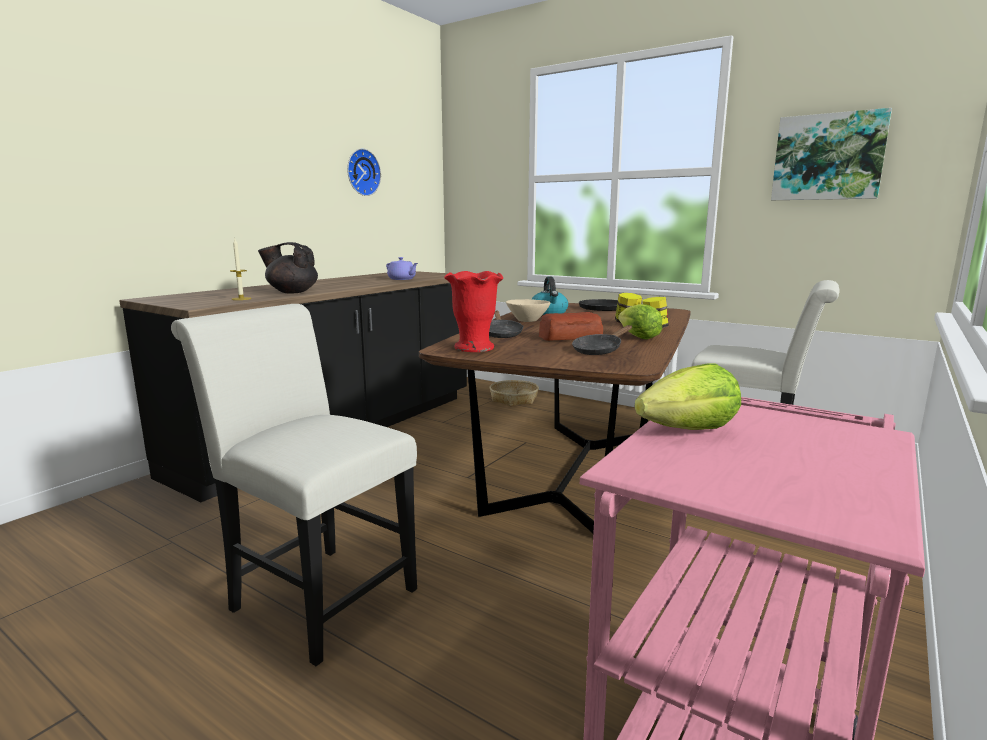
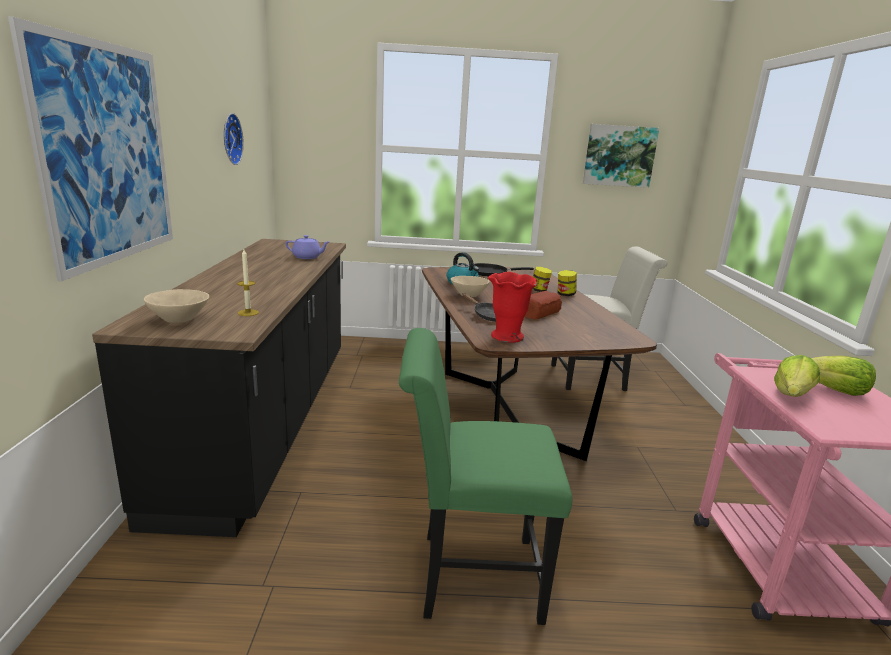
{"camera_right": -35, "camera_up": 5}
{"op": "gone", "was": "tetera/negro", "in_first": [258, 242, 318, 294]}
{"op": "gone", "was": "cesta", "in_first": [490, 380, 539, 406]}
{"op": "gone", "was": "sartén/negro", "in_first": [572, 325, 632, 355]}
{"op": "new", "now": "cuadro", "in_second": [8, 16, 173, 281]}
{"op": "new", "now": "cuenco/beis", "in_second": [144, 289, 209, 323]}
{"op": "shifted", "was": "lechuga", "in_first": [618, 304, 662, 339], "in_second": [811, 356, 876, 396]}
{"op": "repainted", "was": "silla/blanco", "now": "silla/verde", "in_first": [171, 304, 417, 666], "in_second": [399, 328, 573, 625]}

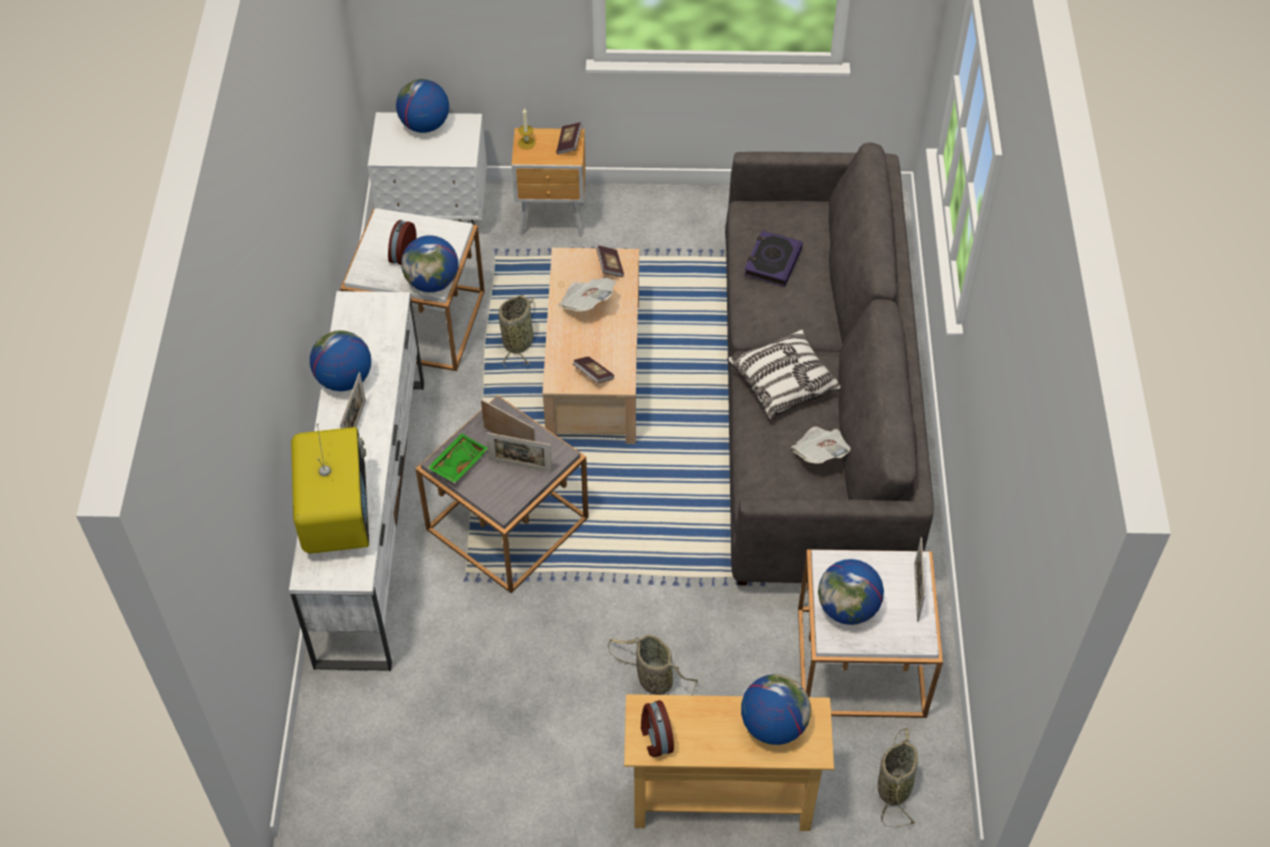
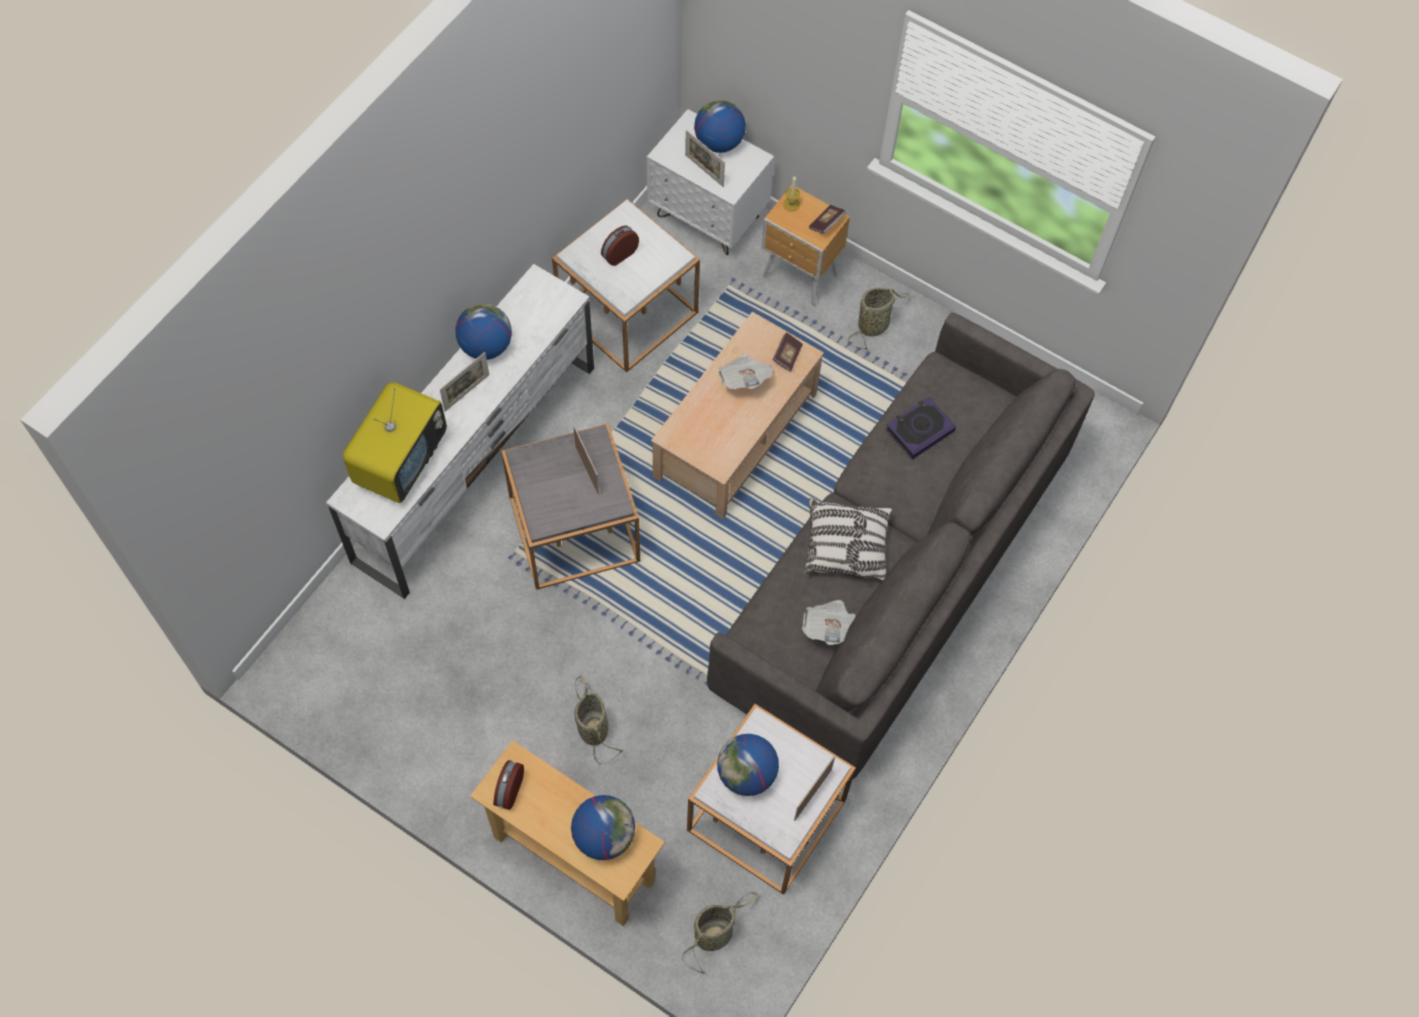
{"camera_right": 30, "camera_up": 10}
{"op": "gone", "was": "globo terráqueo", "in_first": [401, 235, 458, 292]}
{"op": "gone", "was": "bandeja/verde", "in_first": [427, 433, 488, 483]}
{"op": "gone", "was": "libro", "in_first": [573, 357, 614, 383]}
{"op": "shifted", "was": "portarretratos", "in_first": [486, 432, 552, 472], "in_second": [685, 130, 725, 187]}
{"op": "shifted", "was": "cesta", "in_first": [499, 295, 534, 368], "in_second": [848, 288, 910, 350]}

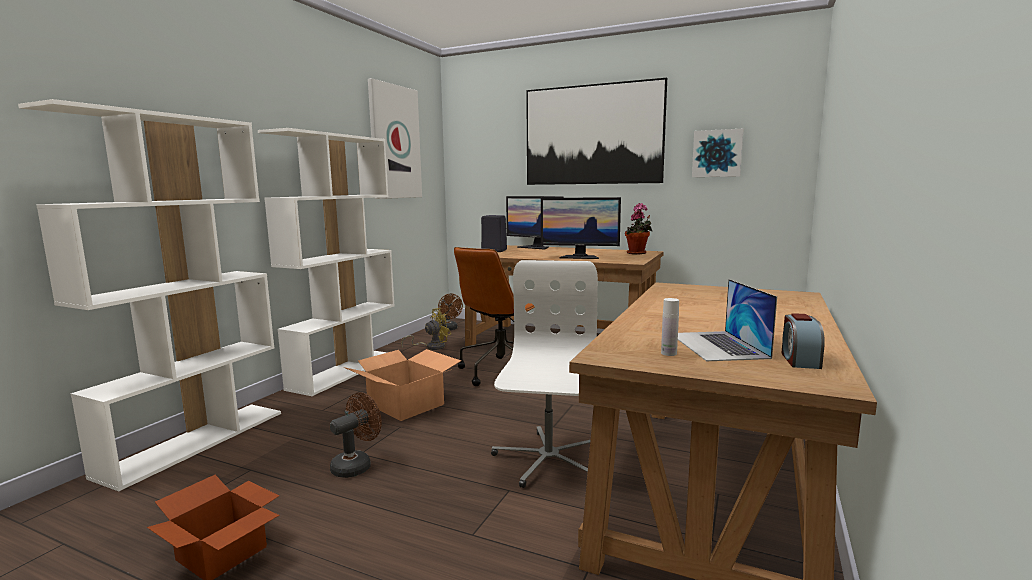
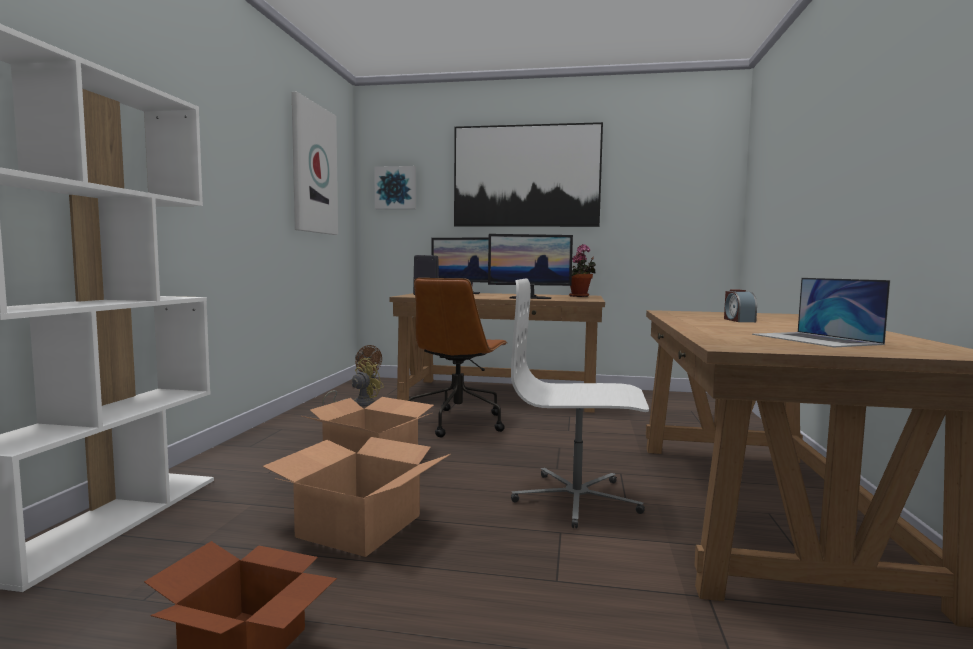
{"camera_right": -15, "camera_up": -5}
{"op": "gone", "was": "estantería/blanco", "in_first": [258, 128, 395, 396]}
{"op": "gone", "was": "botella/blanco", "in_first": [661, 298, 679, 356]}
{"op": "shifted", "was": "cuadro", "in_first": [692, 129, 744, 177], "in_second": [374, 166, 416, 209]}
{"op": "shifted", "was": "despertador", "in_first": [782, 313, 825, 369], "in_second": [724, 289, 757, 322]}
{"op": "swapped", "was": "ventilador/marrón", "now": "caja de cartón", "in_first": [330, 392, 382, 478], "in_second": [263, 437, 451, 557]}
{"op": "rotated", "was": "silla de oficina/blanco", "in_first": [491, 260, 598, 488], "in_second": [511, 278, 649, 529], "clockwise": -75}

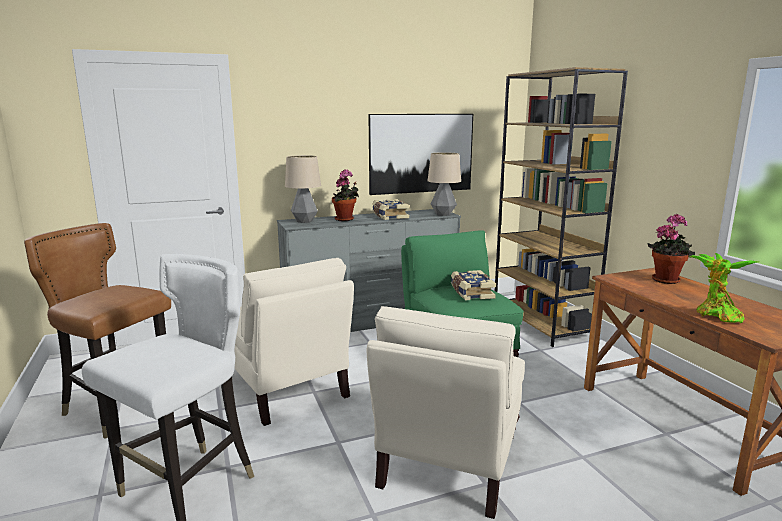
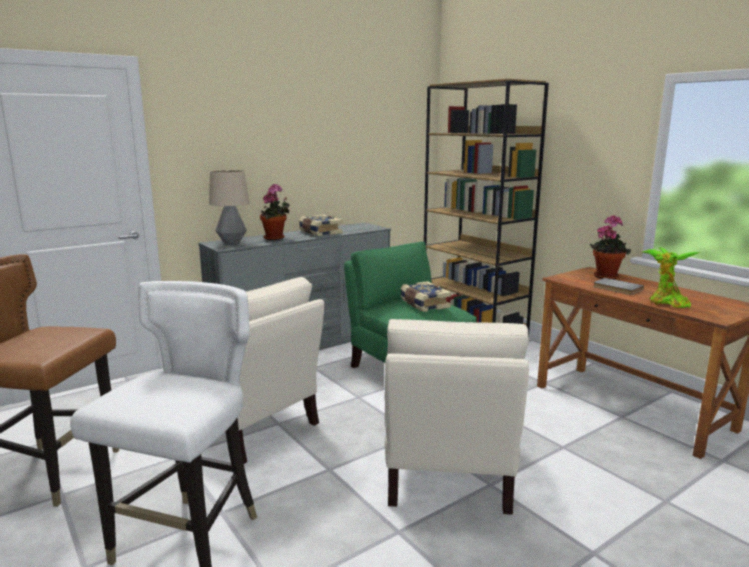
{"camera_right": -15, "camera_up": 0}
{"op": "gone", "was": "cuadro", "in_first": [368, 114, 473, 195]}
{"op": "gone", "was": "lámpara de mesa", "in_first": [428, 152, 461, 216]}
{"op": "new", "now": "libro/gris", "in_second": [593, 278, 644, 295]}

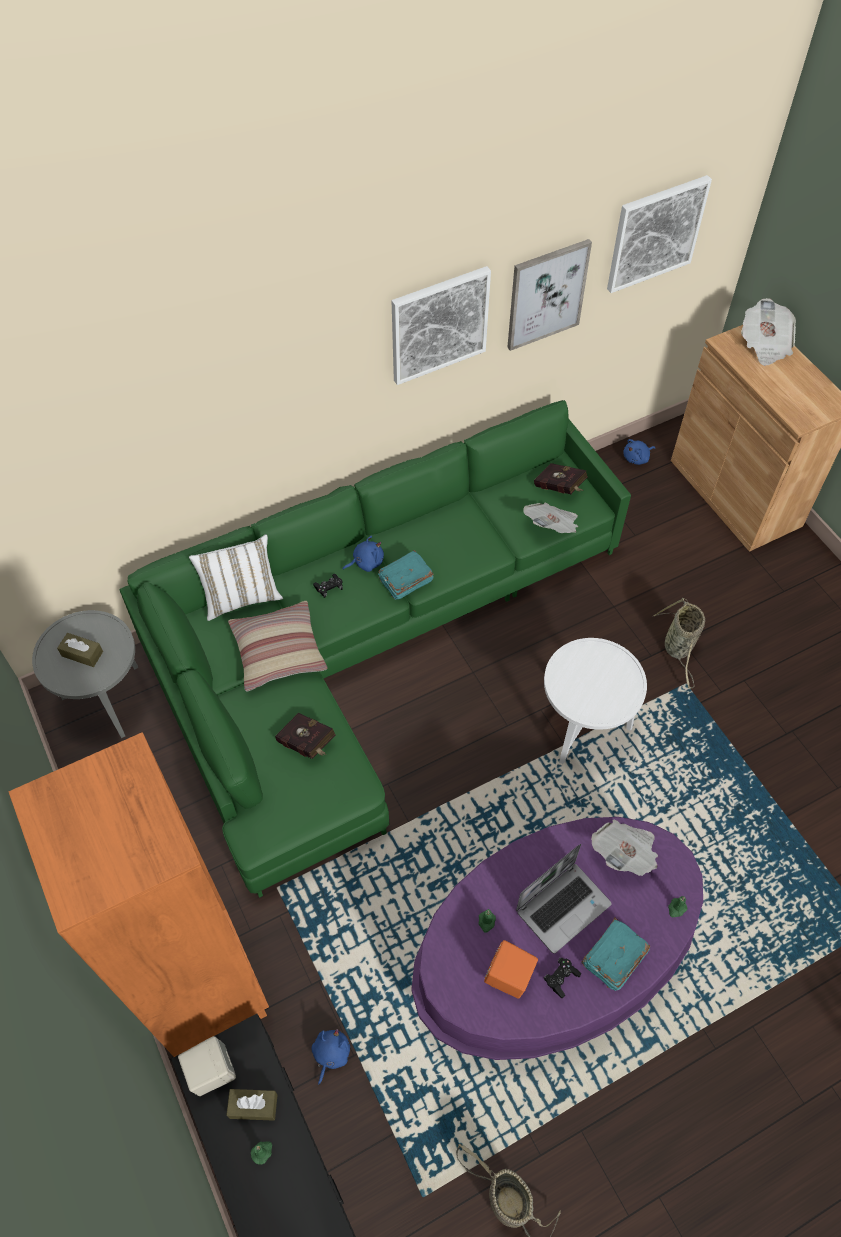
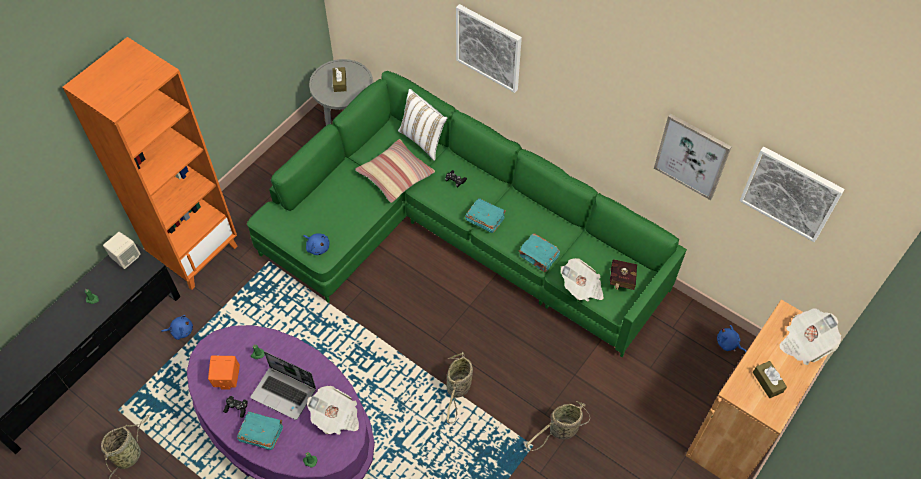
{"camera_right": 65, "camera_up": 0}
{"op": "gone", "was": "libro/rojo", "in_first": [275, 713, 336, 759]}
{"op": "new", "now": "libro/turquesa", "in_second": [518, 234, 560, 272]}
{"op": "shifted", "was": "caja de pañuelos/marrón", "in_first": [226, 1089, 278, 1121], "in_second": [753, 361, 787, 398]}
{"op": "shifted", "was": "peluche/azul", "in_first": [343, 536, 384, 572], "in_second": [303, 233, 330, 255]}
{"op": "shifted", "was": "cuadro", "in_first": [392, 266, 491, 385], "in_second": [456, 4, 522, 93]}
{"op": "swapped", "was": "mesa auxiliar/blanco", "now": "cesta", "in_first": [544, 638, 647, 764], "in_second": [447, 352, 473, 424]}

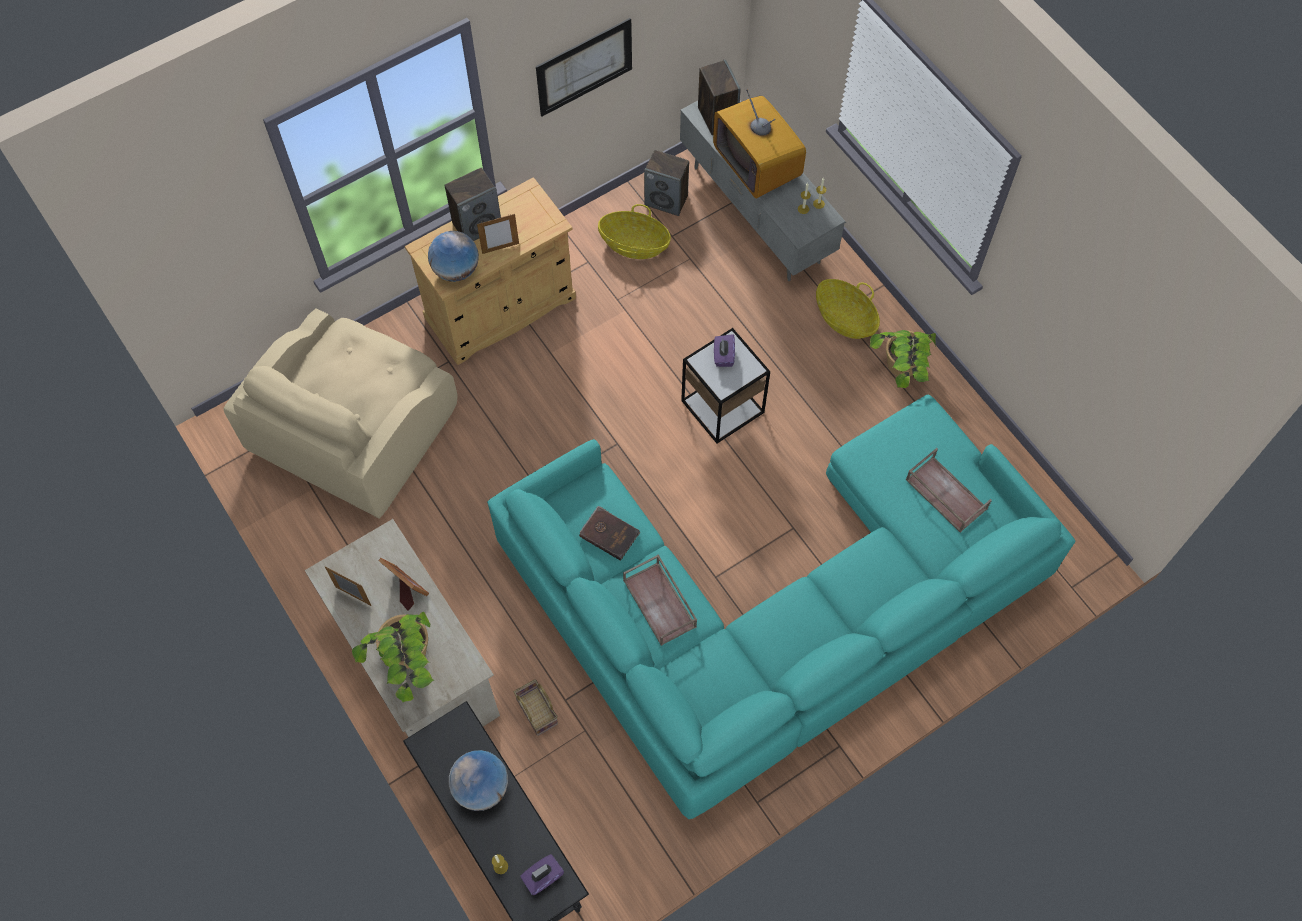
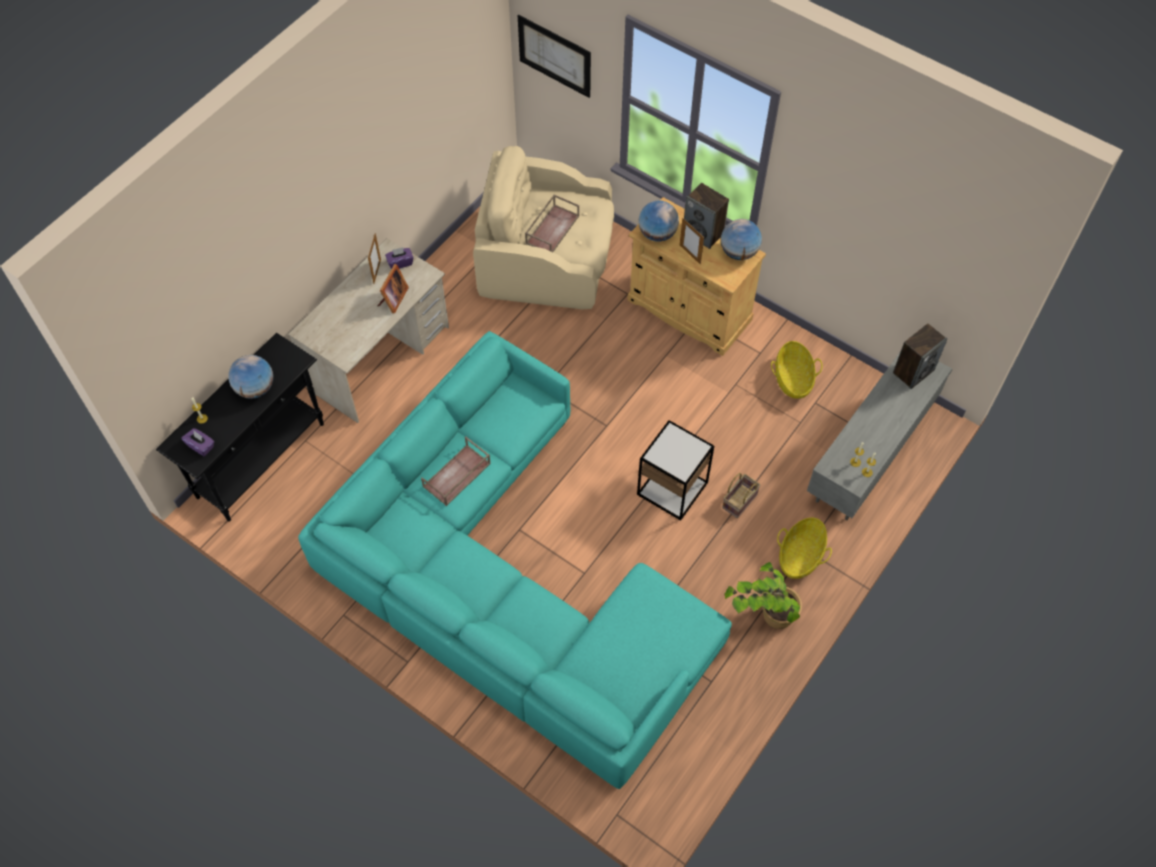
{"camera_right": 70, "camera_up": -5}
{"op": "gone", "was": "planta en maceta", "in_first": [352, 612, 434, 702]}
{"op": "gone", "was": "libro/marrón", "in_first": [579, 506, 640, 561]}
{"op": "gone", "was": "altavoz", "in_first": [644, 150, 689, 216]}
{"op": "gone", "was": "televisor", "in_first": [713, 89, 806, 198]}
{"op": "new", "now": "globo terráqueo", "in_second": [721, 219, 762, 260]}
{"op": "shifted", "was": "cesta", "in_first": [514, 679, 558, 736], "in_second": [722, 473, 760, 518]}
{"op": "shifted", "was": "cuadro", "in_first": [536, 18, 632, 116], "in_second": [518, 15, 591, 98]}
{"op": "shifted", "was": "caja de pañuelos/morado", "in_first": [714, 334, 735, 367], "in_second": [385, 247, 414, 269]}
{"op": "shifted", "was": "bandeja/marrón", "in_first": [905, 448, 992, 533], "in_second": [525, 194, 579, 252]}

